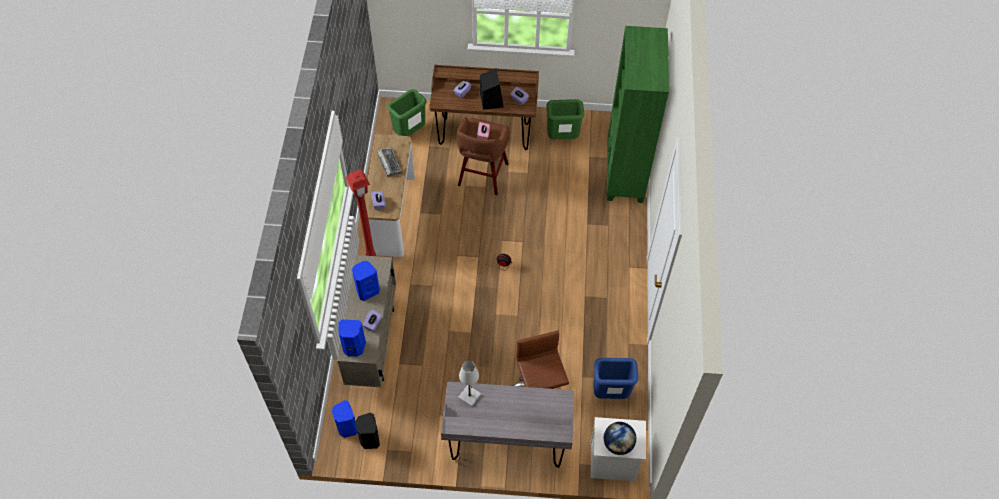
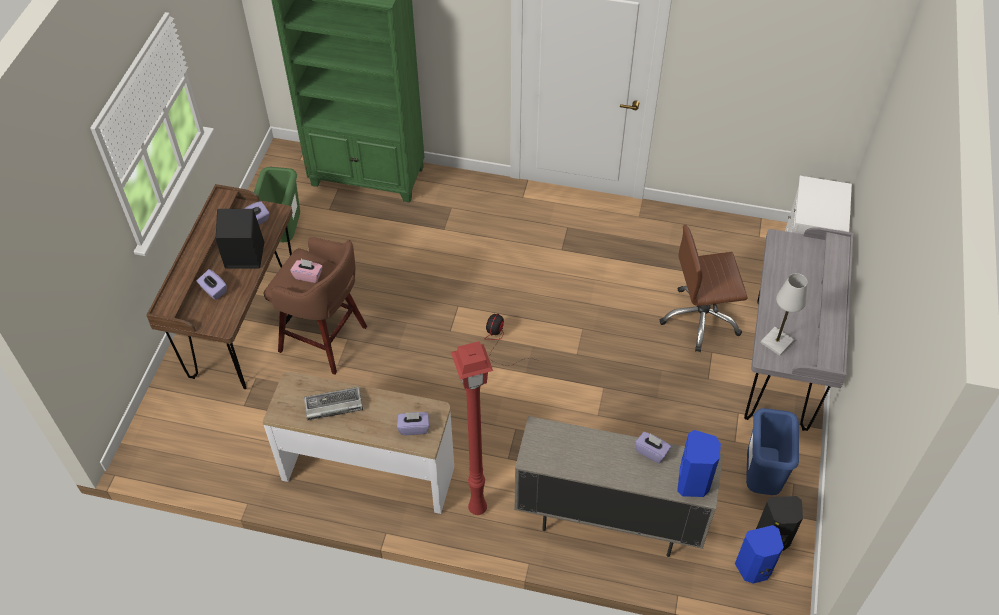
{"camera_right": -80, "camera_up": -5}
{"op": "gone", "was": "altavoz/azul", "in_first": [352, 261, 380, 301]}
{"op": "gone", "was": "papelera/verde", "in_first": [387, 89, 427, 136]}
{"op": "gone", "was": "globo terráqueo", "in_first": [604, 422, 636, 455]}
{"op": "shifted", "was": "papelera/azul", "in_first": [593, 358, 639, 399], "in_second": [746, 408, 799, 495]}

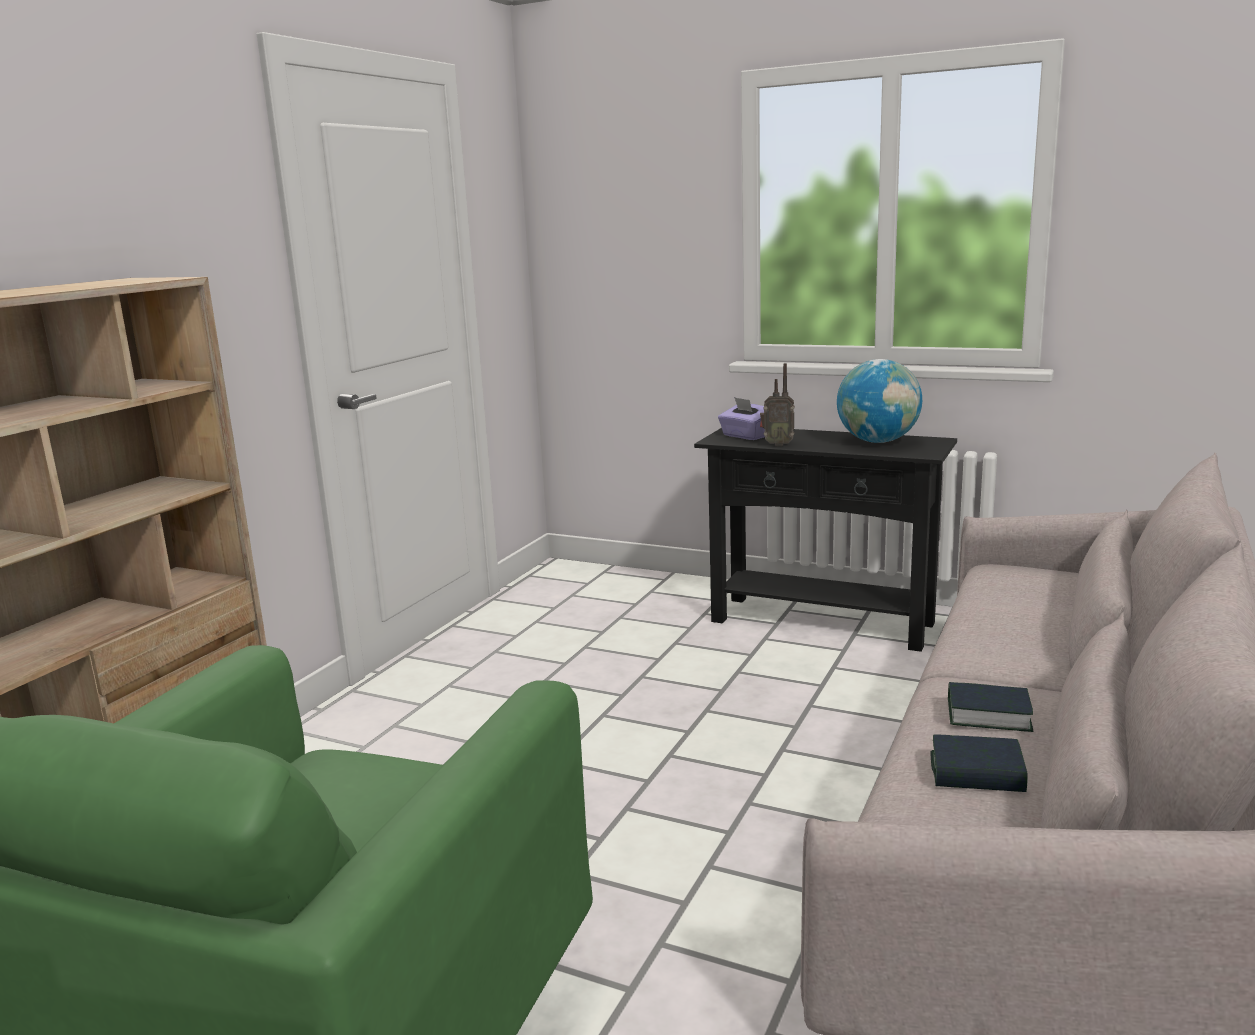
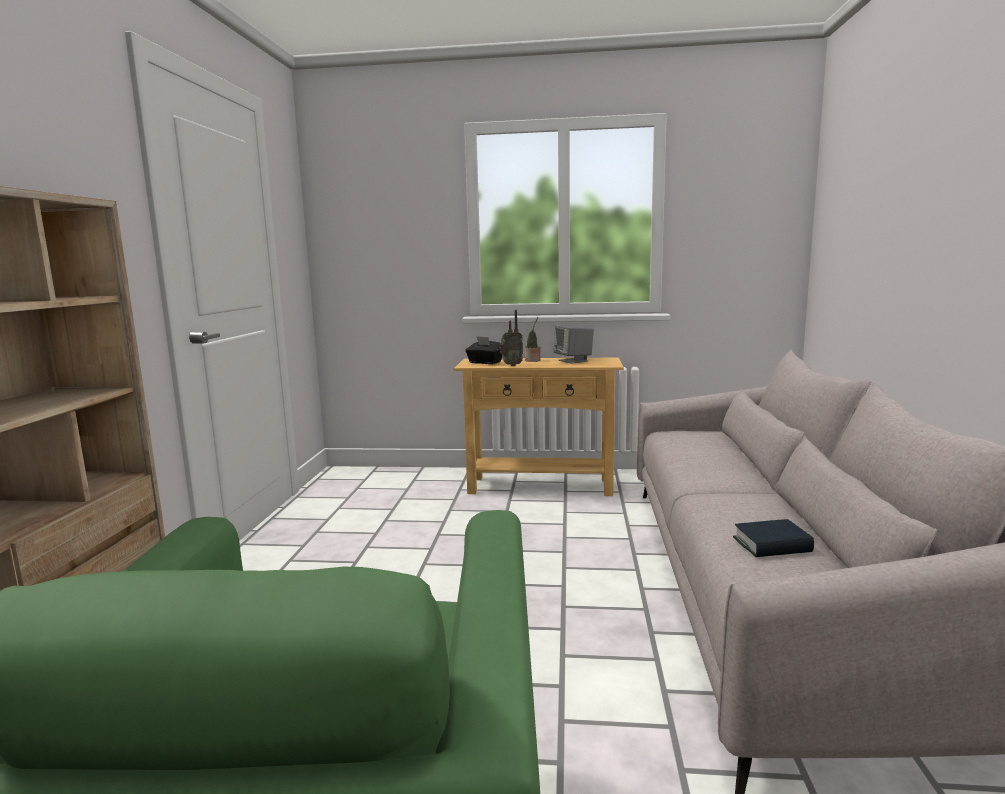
{"camera_right": -20, "camera_up": -5}
{"op": "gone", "was": "libro", "in_first": [948, 682, 1033, 732]}
{"op": "new", "now": "planta en maceta", "in_second": [524, 317, 541, 362]}
{"op": "swapped", "was": "globo terráqueo", "now": "altavoz/gris", "in_first": [837, 359, 922, 443], "in_second": [554, 325, 594, 364]}
{"op": "repainted", "was": "mesa consola/negro", "now": "mesa consola/beis", "in_first": [694, 428, 957, 652], "in_second": [454, 358, 624, 496]}
{"op": "repainted", "was": "caja de pañuelos/morado", "now": "caja de pañuelos/negro", "in_first": [718, 397, 765, 440], "in_second": [465, 336, 503, 364]}

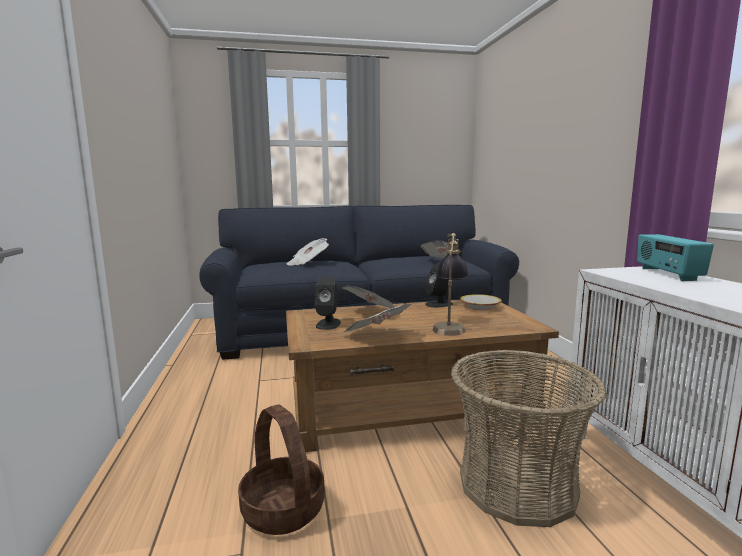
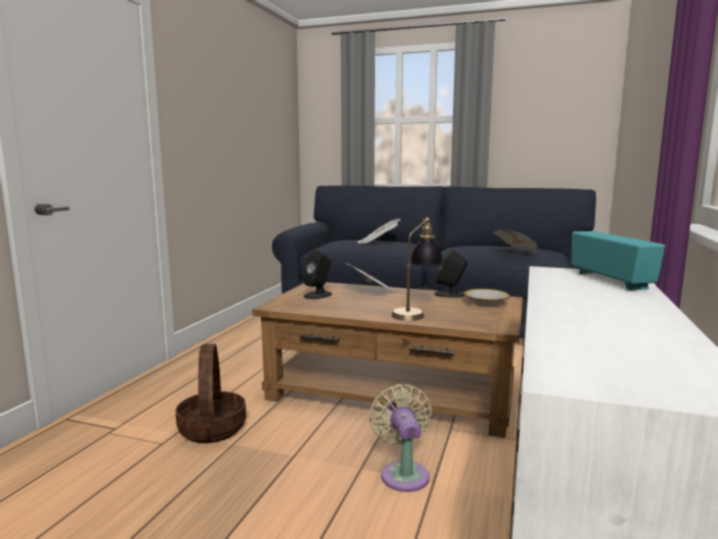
{"camera_right": 30, "camera_up": 0}
{"op": "gone", "was": "periódico", "in_first": [344, 304, 411, 332]}
{"op": "swapped", "was": "cesta", "now": "ventilador/beis", "in_first": [451, 350, 607, 527], "in_second": [369, 384, 432, 492]}
{"op": "rotated", "was": "radio", "in_first": [637, 234, 714, 281], "in_second": [571, 231, 665, 290], "clockwise": 135}

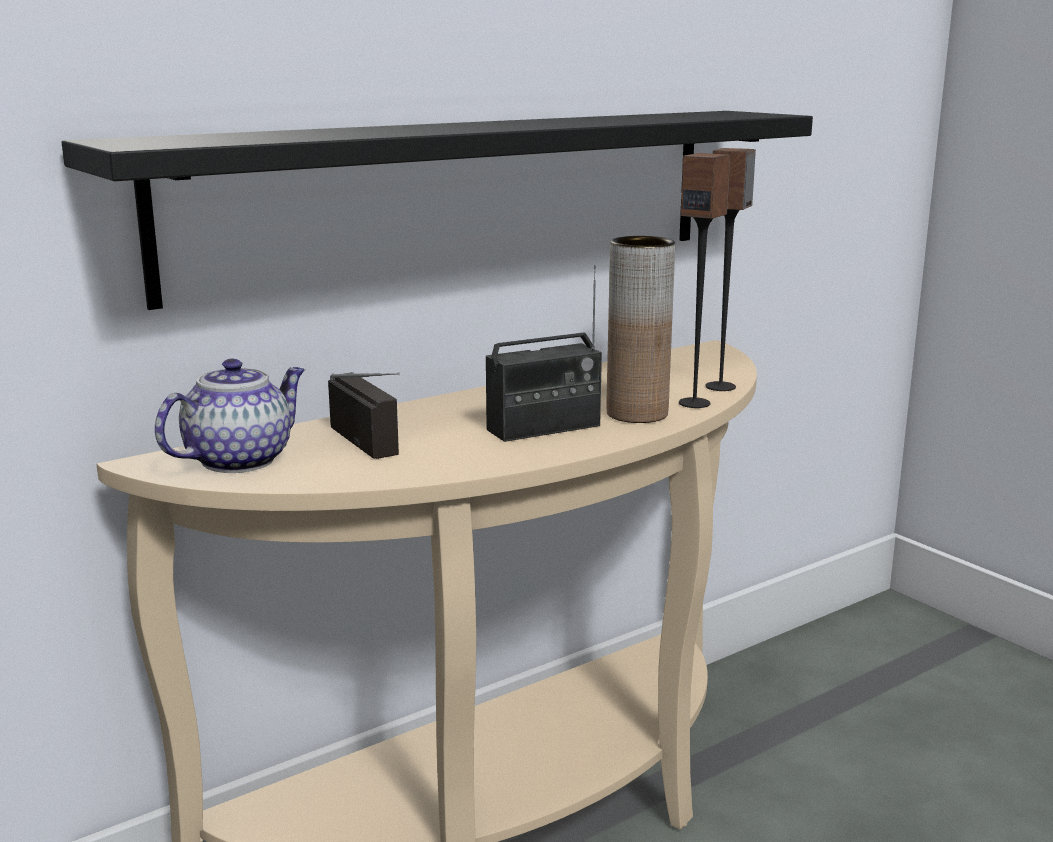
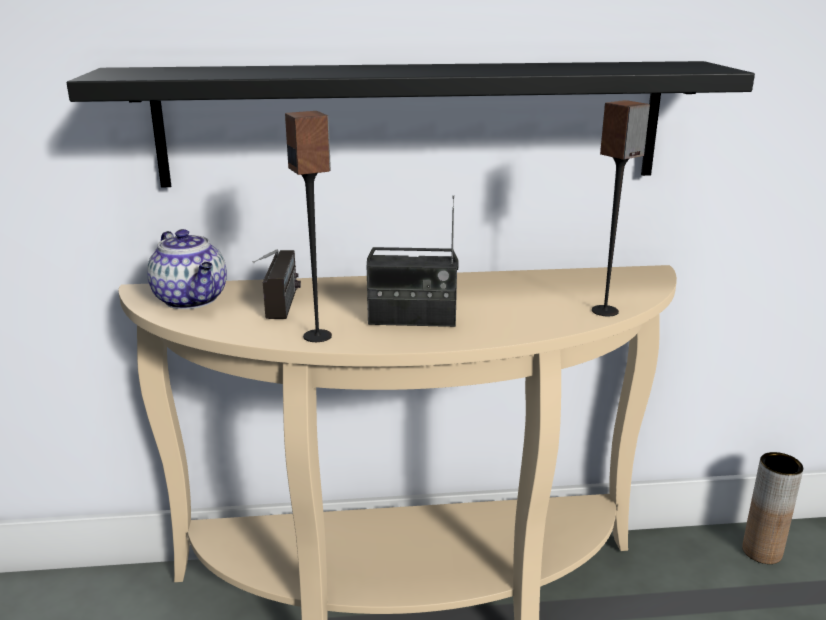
{"camera_right": 30, "camera_up": 5}
{"op": "shifted", "was": "florero/marrón", "in_first": [606, 236, 675, 423], "in_second": [742, 452, 803, 564]}
{"op": "shifted", "was": "altavoz", "in_first": [679, 153, 730, 408], "in_second": [285, 111, 332, 342]}
{"op": "rotated", "was": "tetera", "in_first": [155, 358, 305, 473], "in_second": [147, 229, 227, 309], "clockwise": 75}

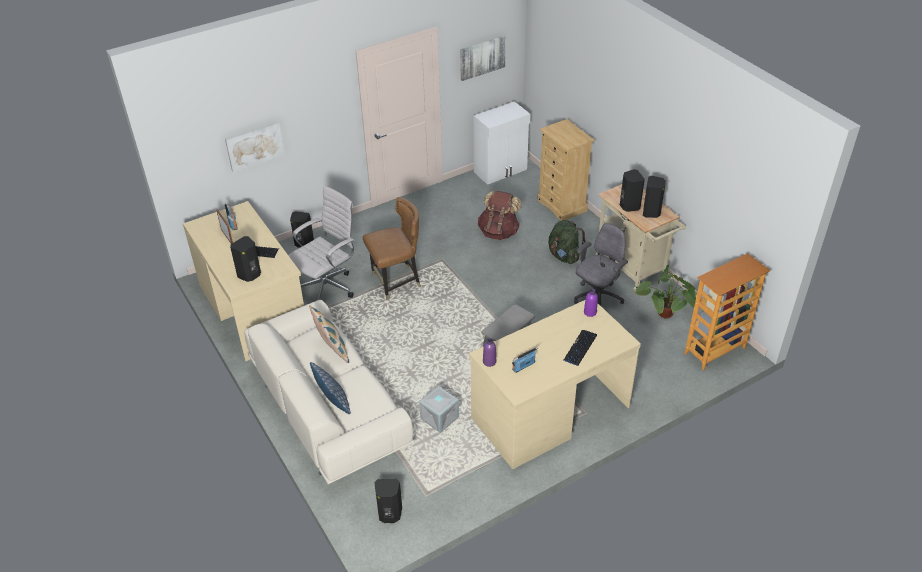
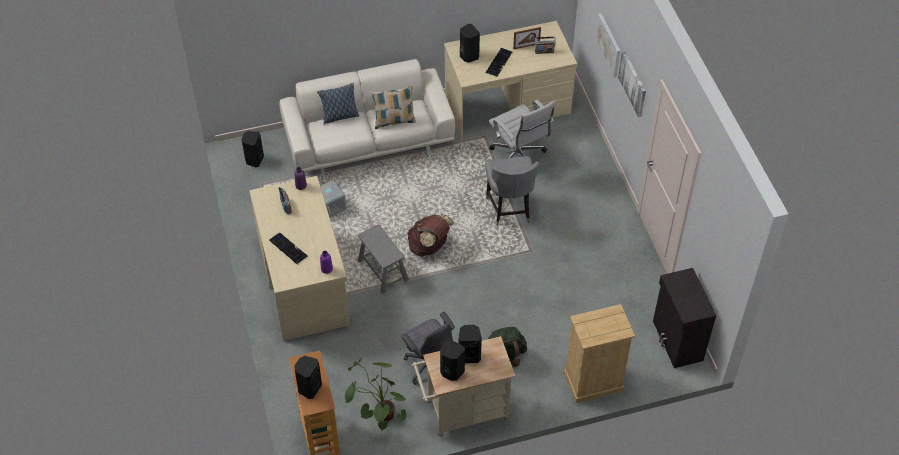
{"camera_right": 105, "camera_up": 10}
{"op": "shifted", "was": "altavoz/negro", "in_first": [290, 211, 314, 248], "in_second": [294, 356, 322, 399]}
{"op": "shifted", "was": "cuadro", "in_first": [460, 36, 506, 81], "in_second": [618, 51, 646, 117]}
{"op": "shifted", "was": "mochila/marrón", "in_first": [478, 191, 522, 240], "in_second": [407, 214, 454, 257]}
{"op": "repainted", "was": "silla/marrón", "now": "silla/gris", "in_first": [363, 197, 421, 300], "in_second": [485, 156, 539, 226]}
{"op": "repainted", "was": "armario/blanco", "now": "armario/negro", "in_first": [474, 101, 530, 185], "in_second": [653, 268, 716, 368]}

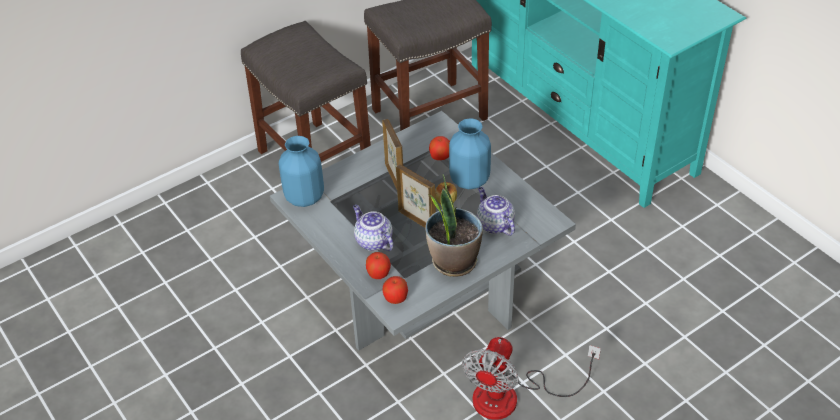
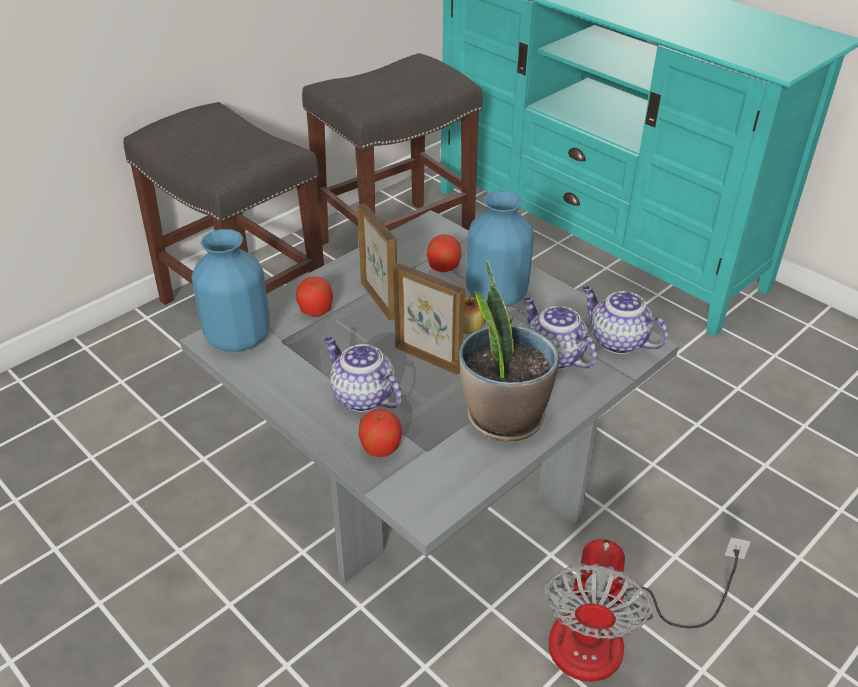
{"camera_right": -10, "camera_up": -5}
{"op": "new", "now": "tetera", "in_second": [582, 286, 668, 354]}
{"op": "shifted", "was": "manzana", "in_first": [382, 276, 408, 304], "in_second": [296, 276, 333, 317]}

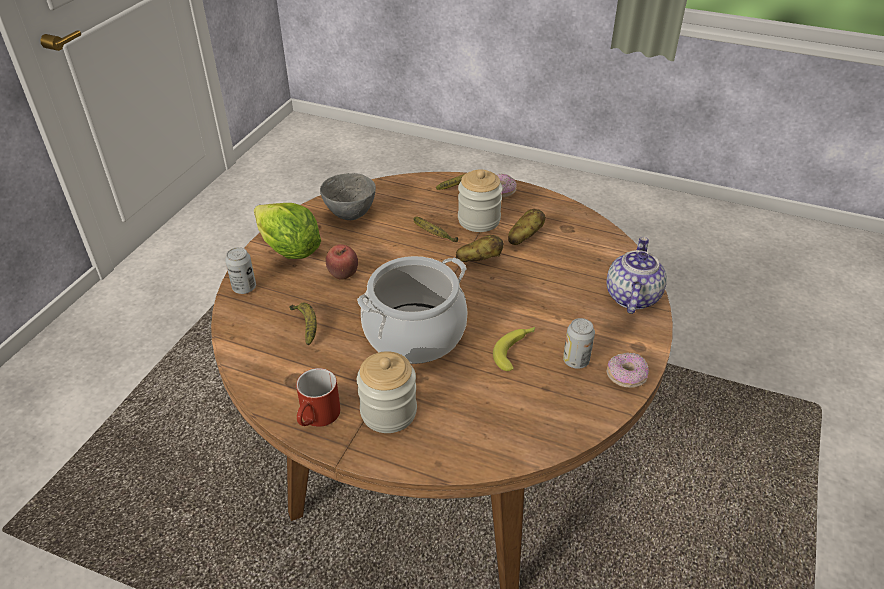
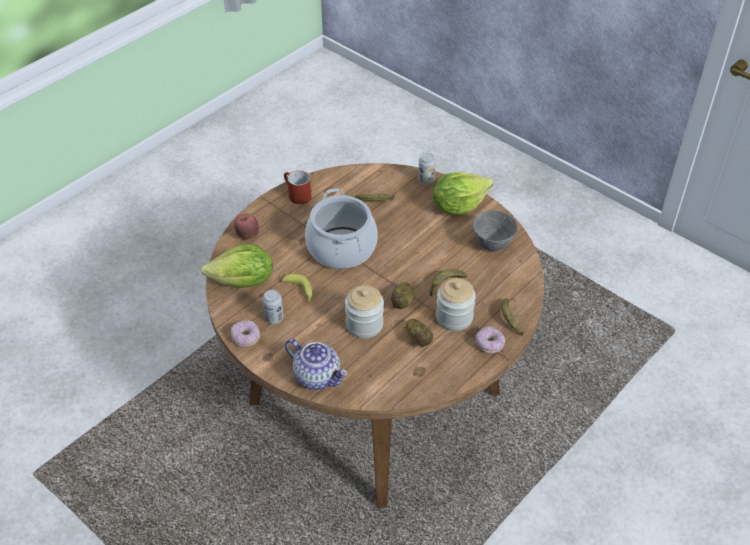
{"camera_right": 110, "camera_up": 5}
{"op": "new", "now": "lechuga", "in_second": [201, 244, 273, 288]}
{"op": "shifted", "was": "manzana", "in_first": [326, 244, 358, 280], "in_second": [234, 213, 259, 240]}
{"op": "shifted", "was": "tarro", "in_first": [357, 351, 417, 433], "in_second": [345, 285, 384, 339]}

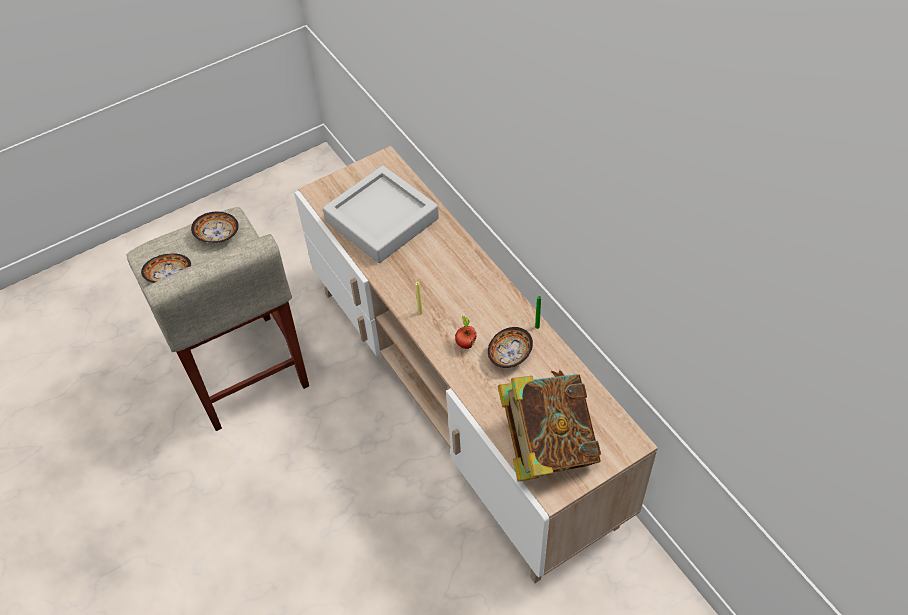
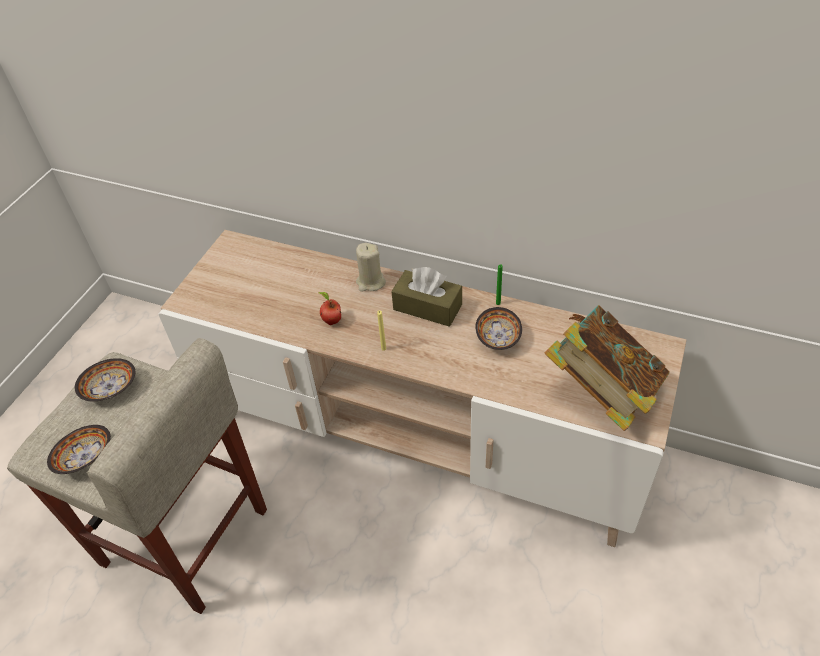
{"camera_right": -35, "camera_up": -5}
{"op": "gone", "was": "bandeja/gris", "in_first": [323, 165, 439, 263]}
{"op": "new", "now": "vela/beis", "in_second": [356, 243, 386, 292]}
{"op": "new", "now": "caja de pañuelos/marrón", "in_second": [391, 267, 462, 327]}
{"op": "shifted", "was": "manzana", "in_first": [455, 316, 476, 349], "in_second": [318, 292, 341, 325]}

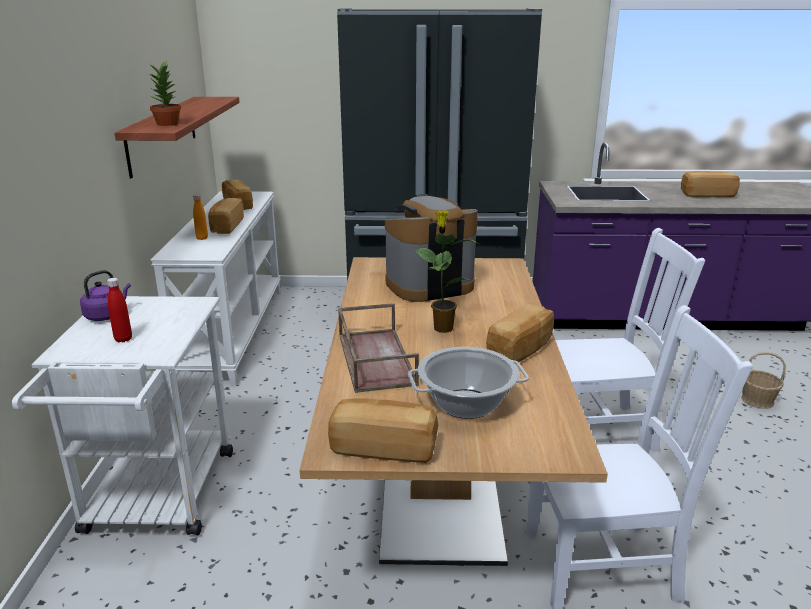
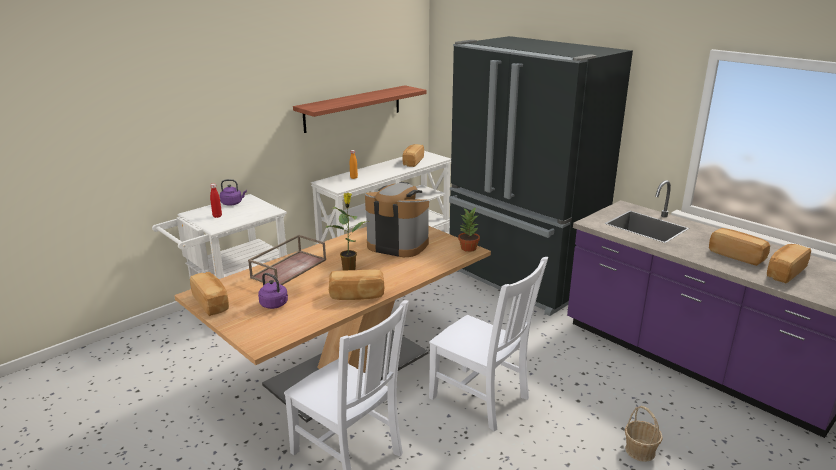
{"camera_right": 45, "camera_up": 0}
{"op": "shifted", "was": "planta en maceta", "in_first": [148, 61, 181, 126], "in_second": [458, 207, 480, 252]}
{"op": "shifted", "was": "pan", "in_first": [208, 198, 244, 234], "in_second": [767, 244, 811, 284]}
{"op": "swapped", "was": "olla", "now": "hervidor/morado", "in_first": [408, 347, 529, 419], "in_second": [258, 273, 288, 309]}

